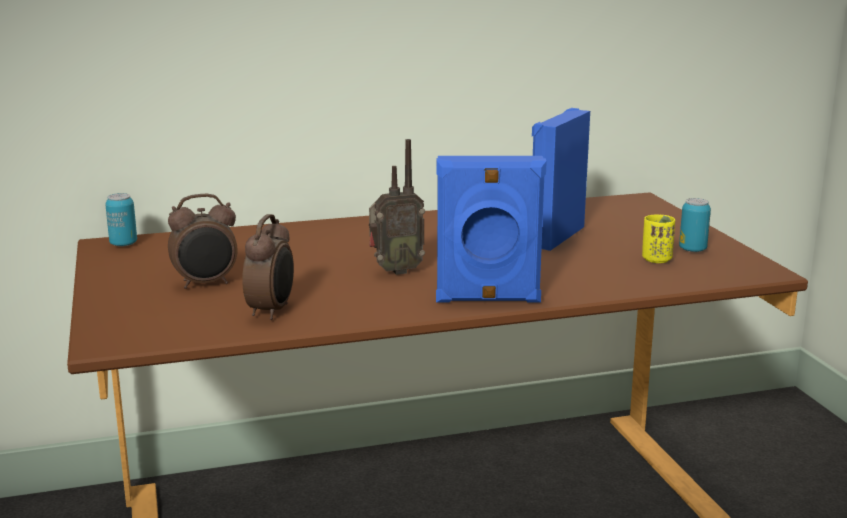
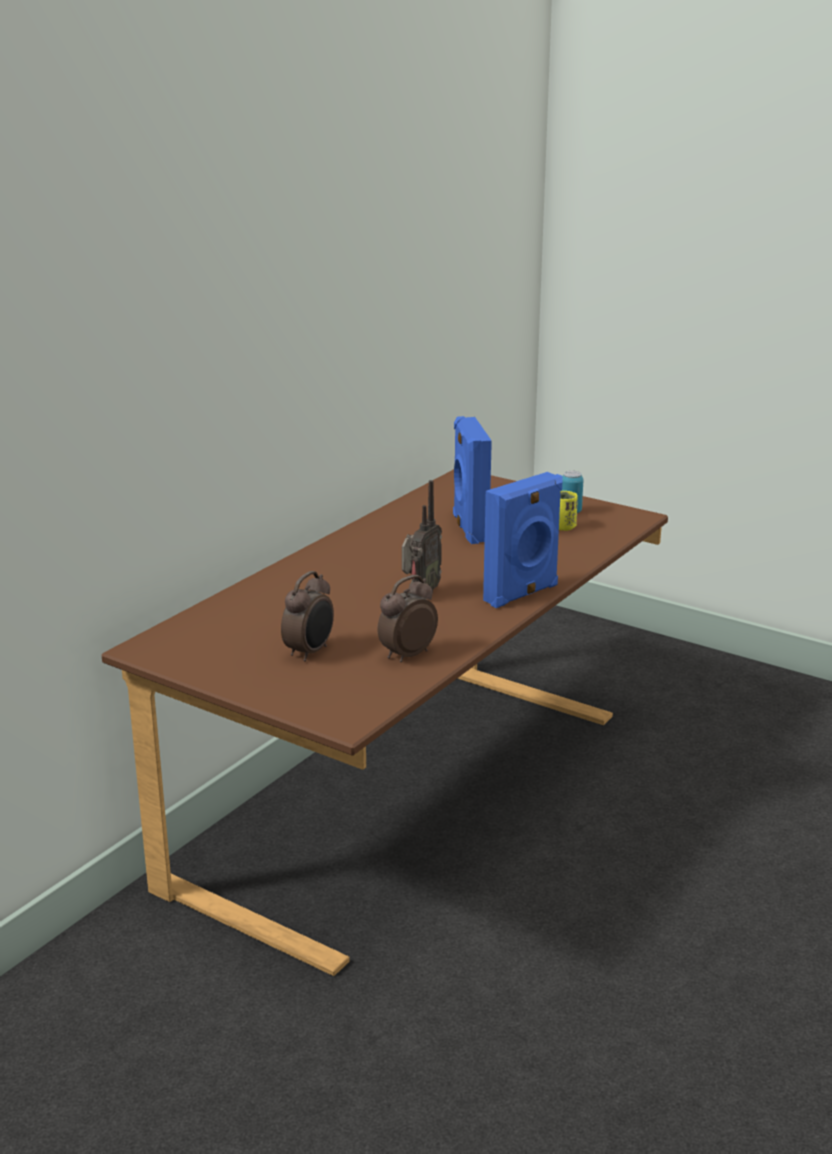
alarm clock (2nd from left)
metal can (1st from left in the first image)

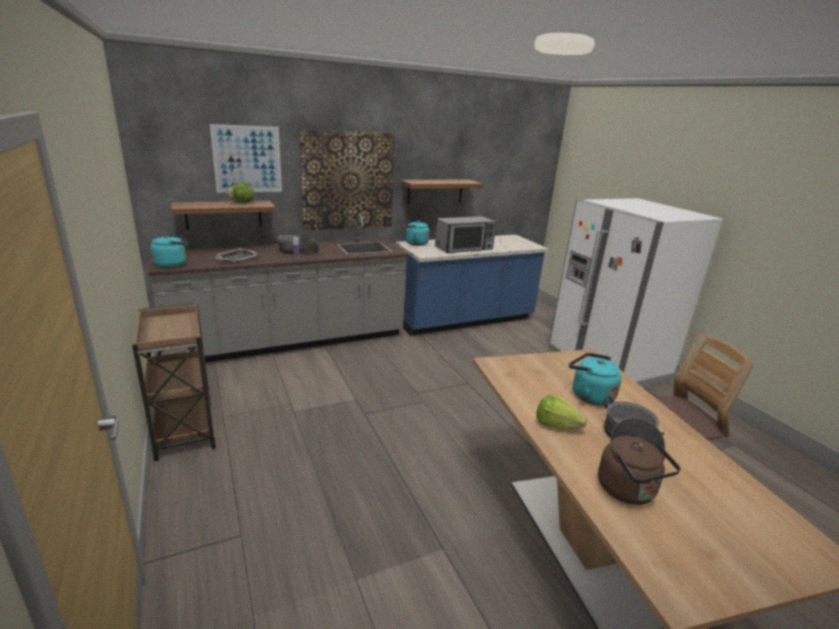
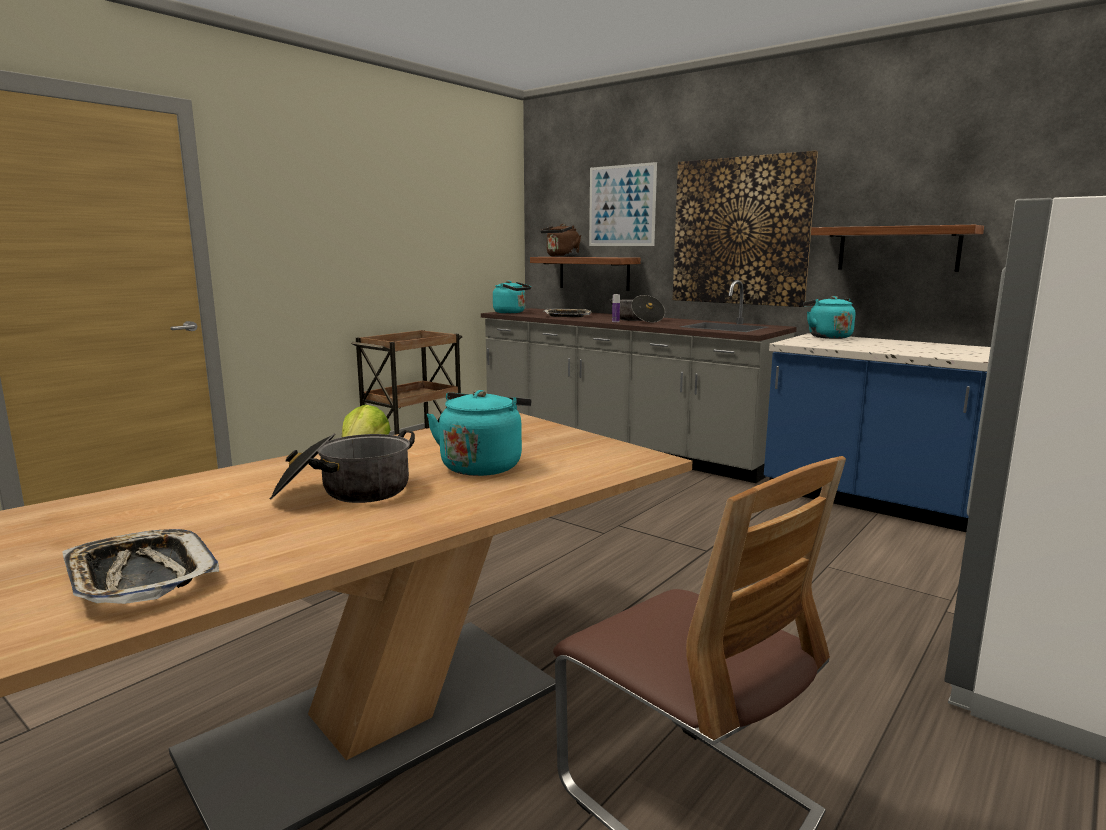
tray (1st from left)
water kettle in brown
lettuce (1st from left in the first image)
microwave oven

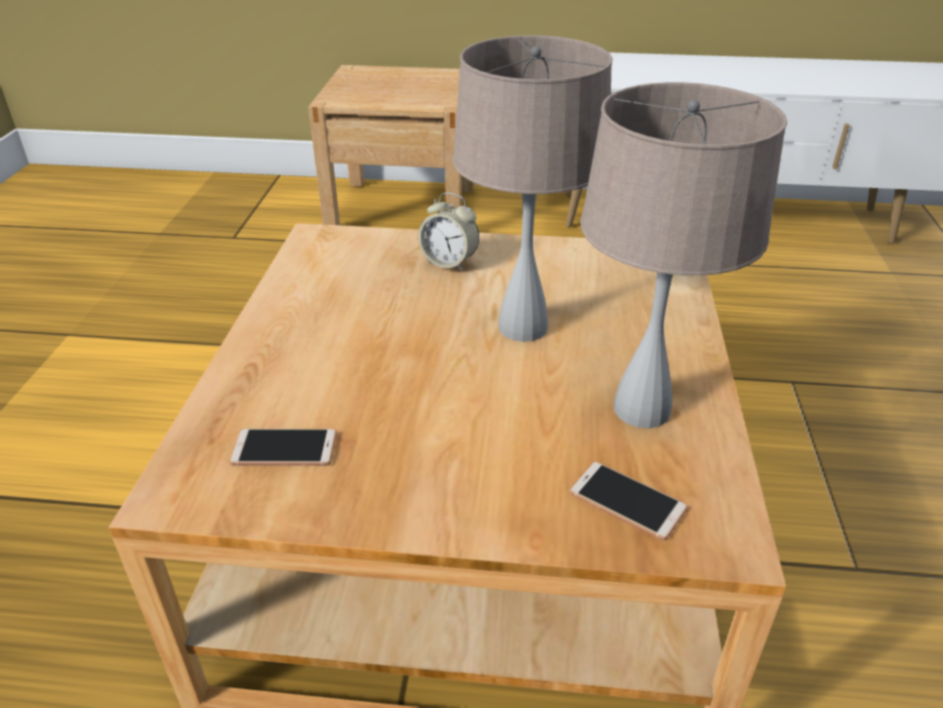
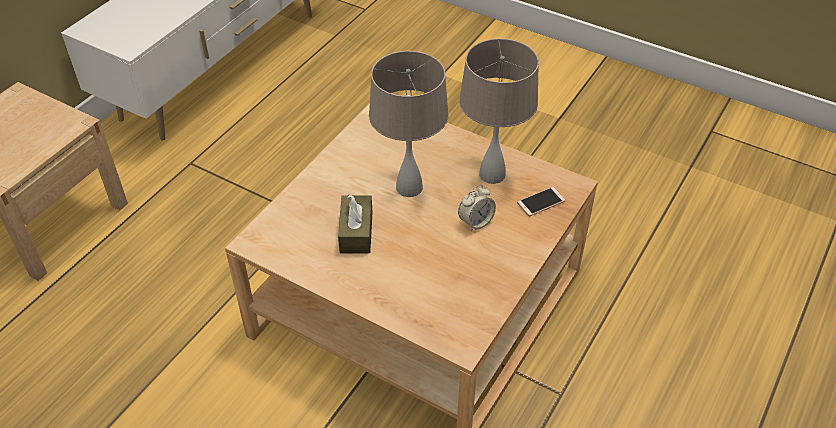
tissue holder in brown
alarm clock
phone (1st from left in the first image)

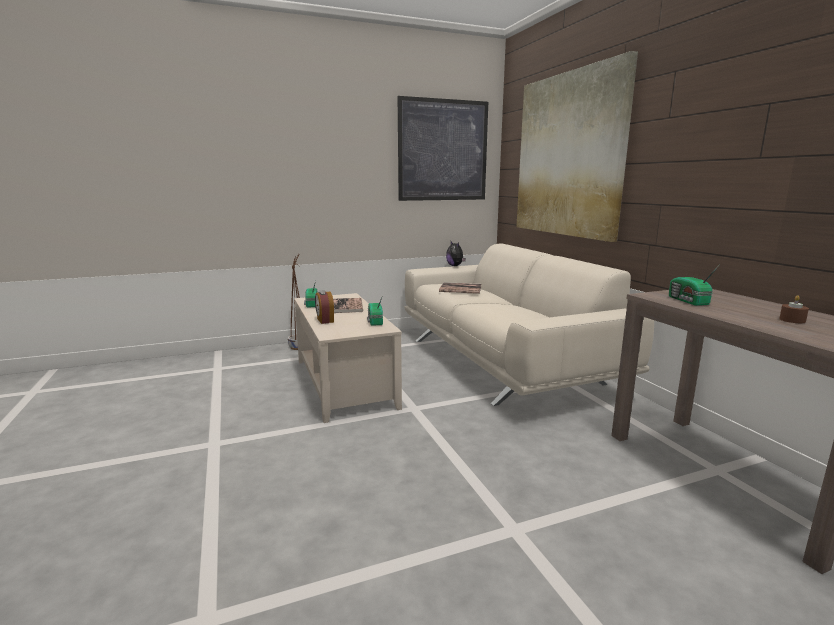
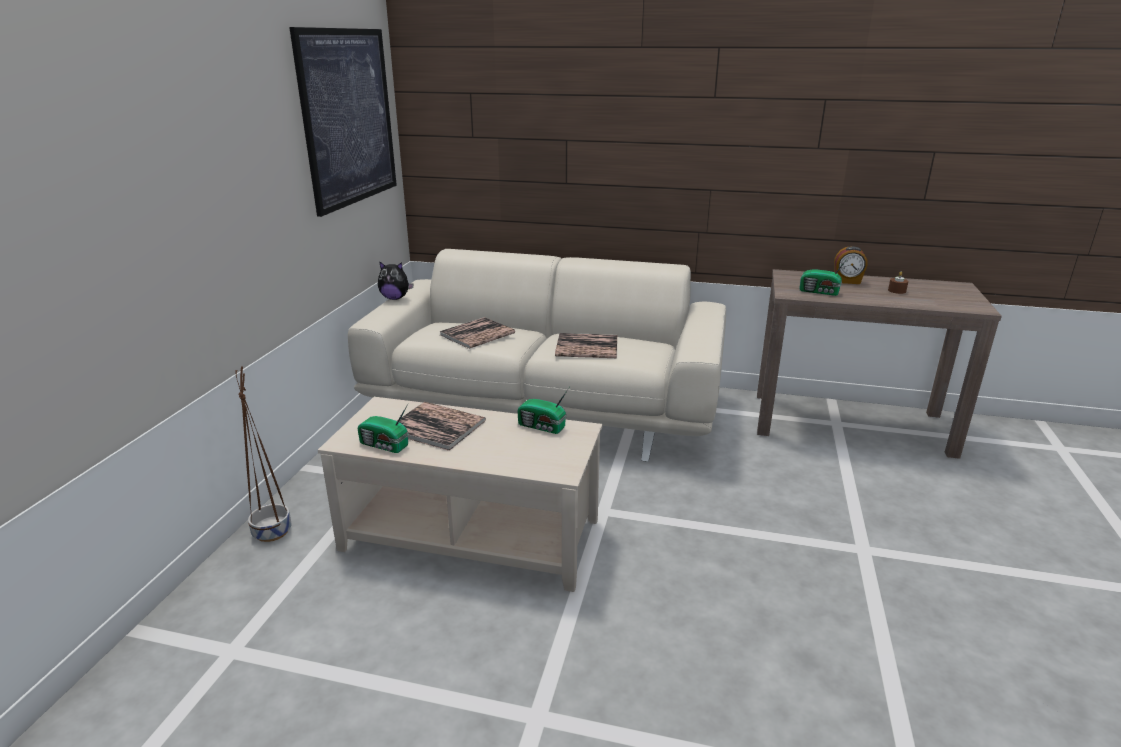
volume (3rd from left)
alarm clock
wall art (2nd from left in the first image)

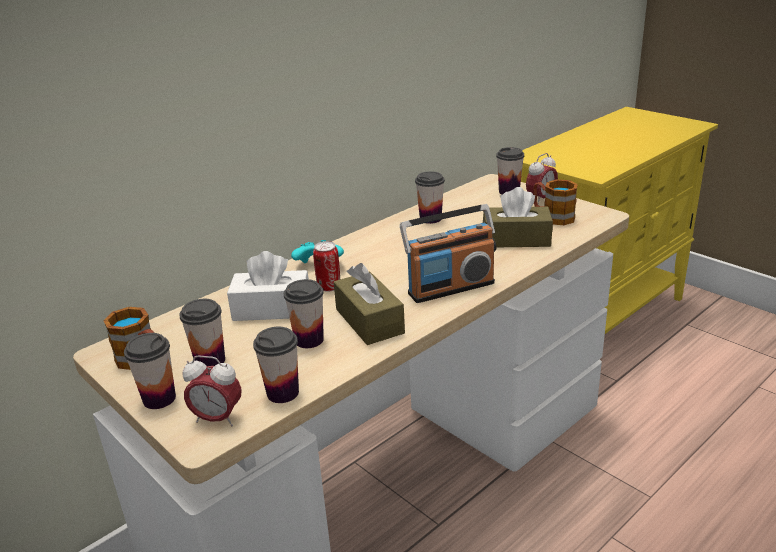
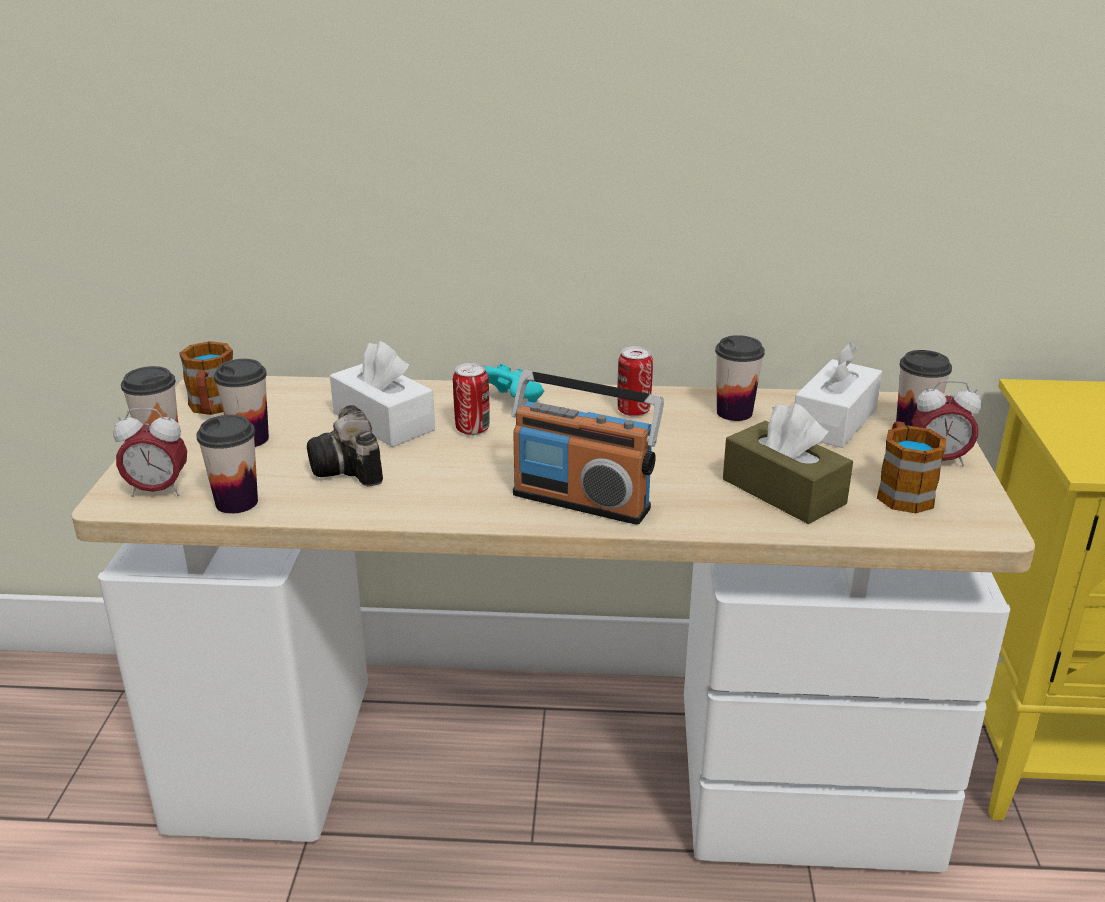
alarm clock (1st from left)
photo camera
metal can (2nd from left)
tissue holder in white-coloured (2nd from left)
tissue holder in brown (1st from left in the first image)

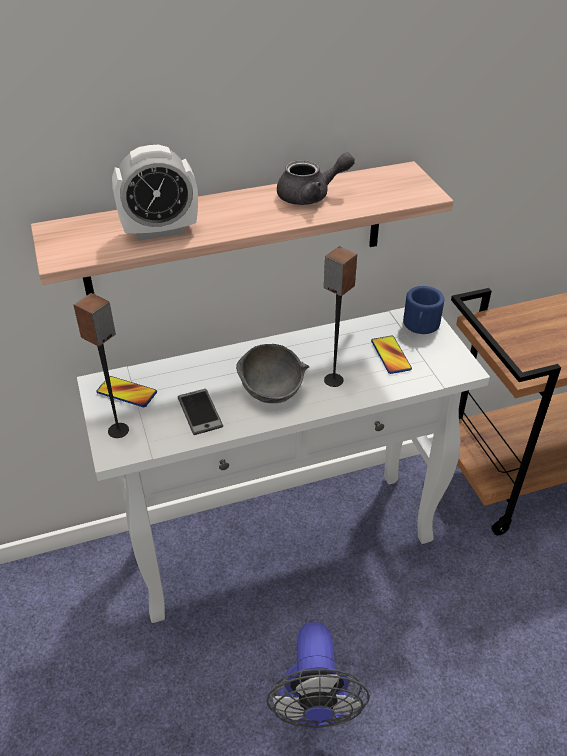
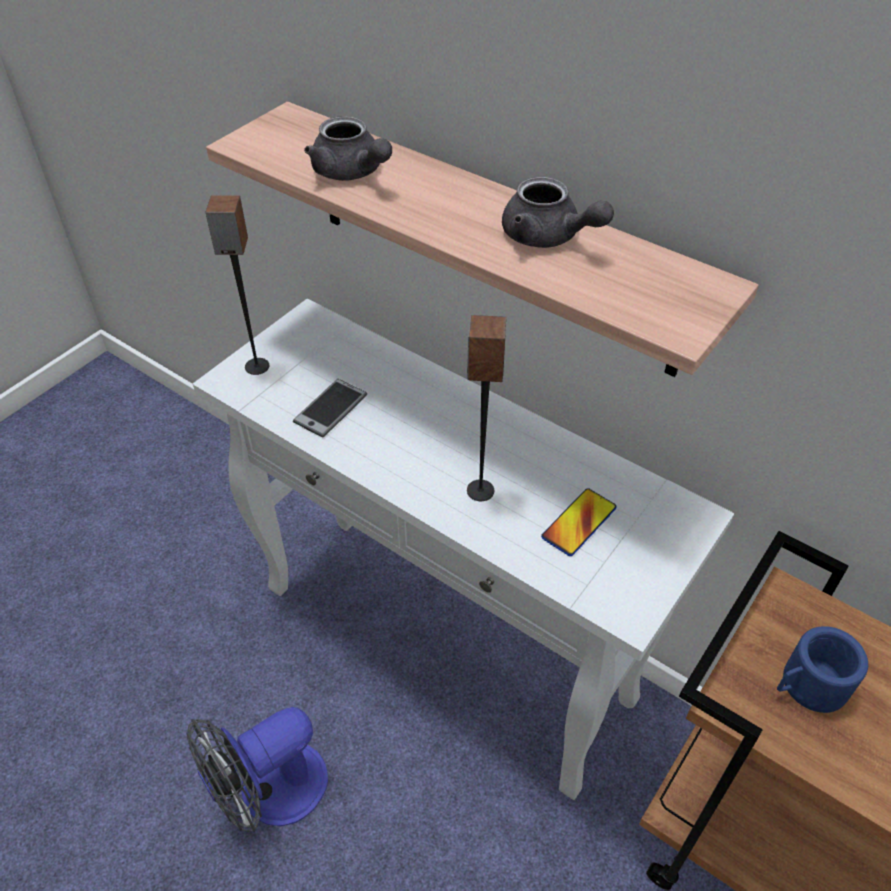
teapot in gray (1st from left)
coffee mug in blue
phone (1st from left in the first image)
serving bowl in gray

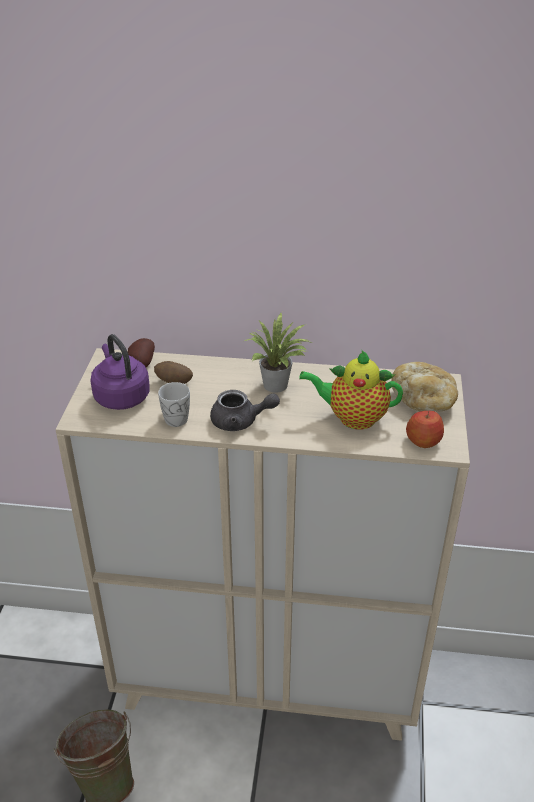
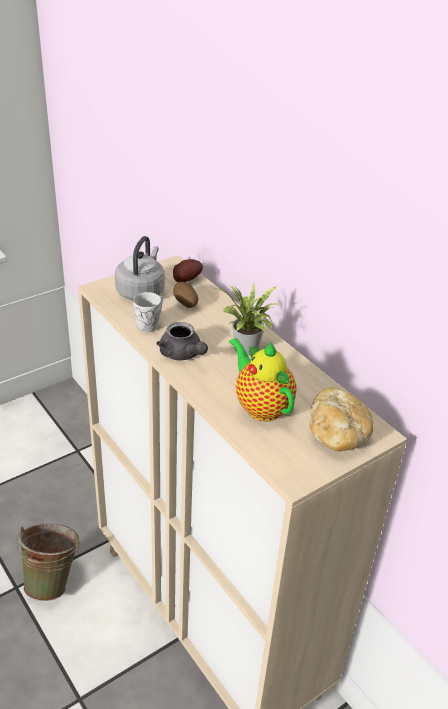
water kettle in gray
apple fruit

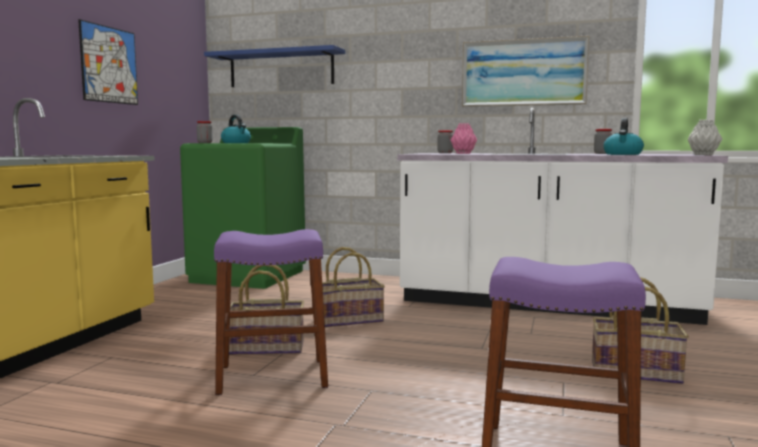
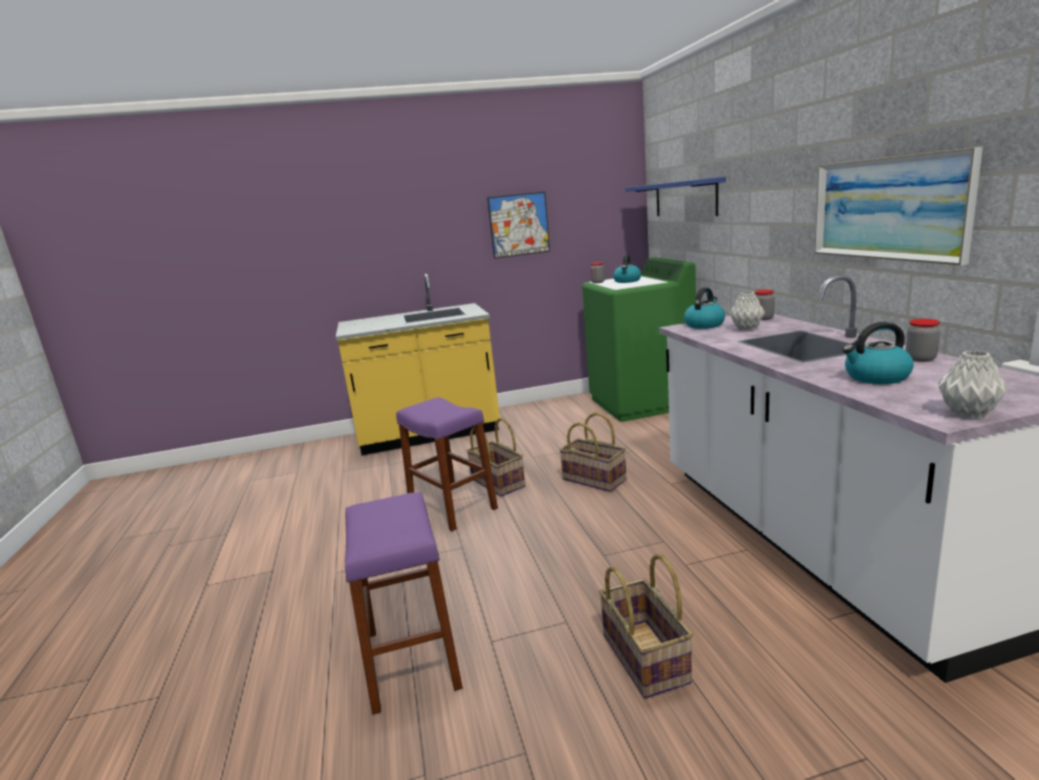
water kettle (2nd from left)
decorative vase in gray (1st from left)

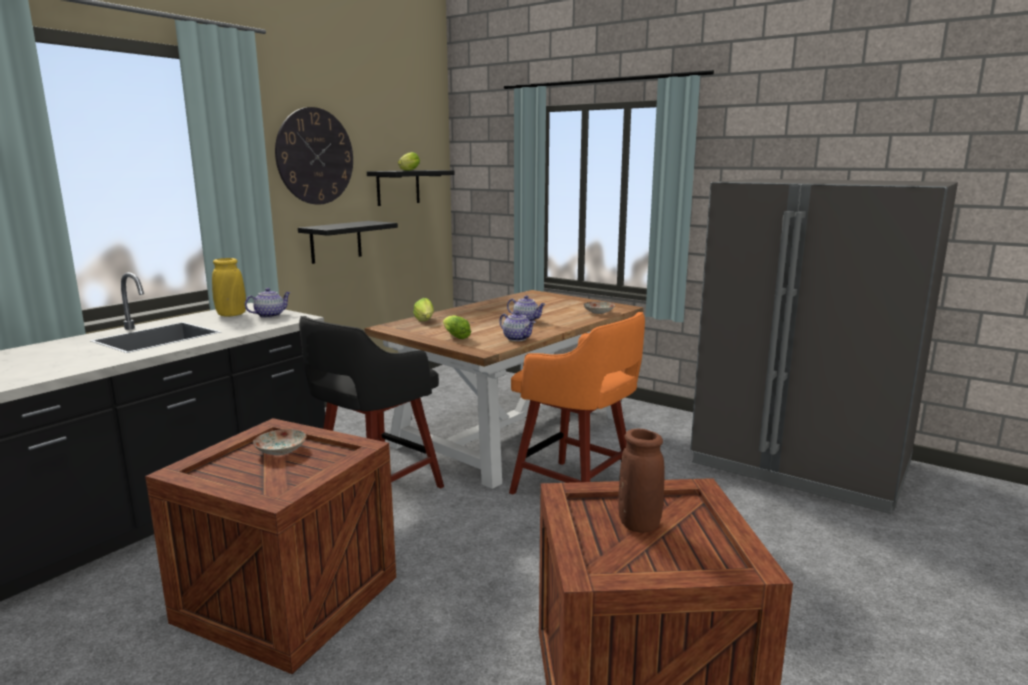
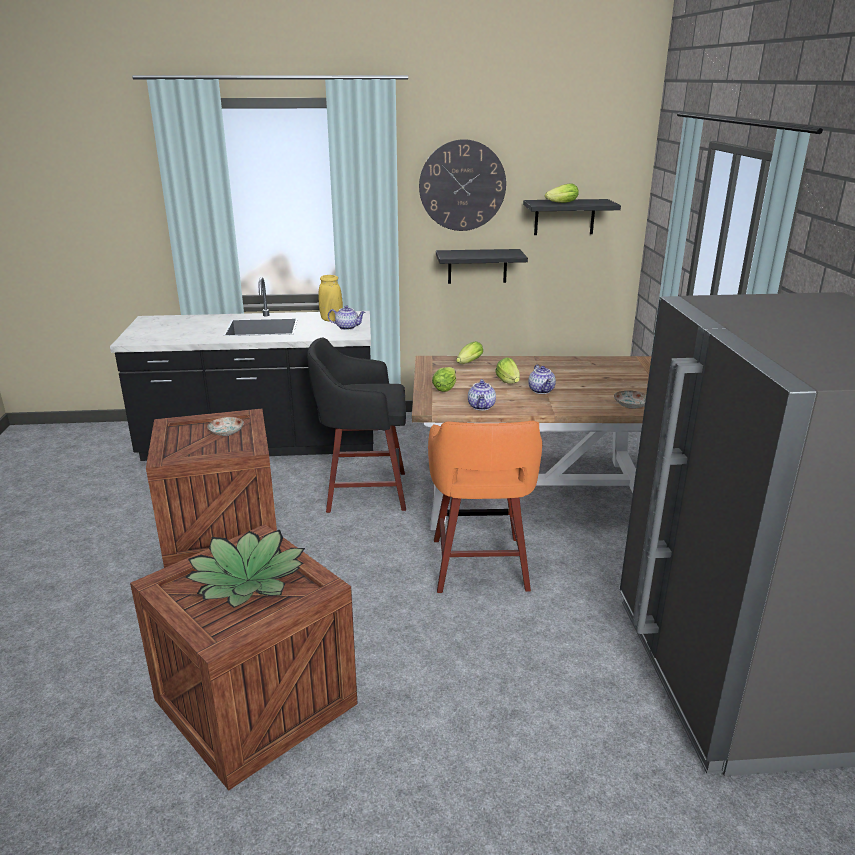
houseplant
lettuce (3rd from left)

